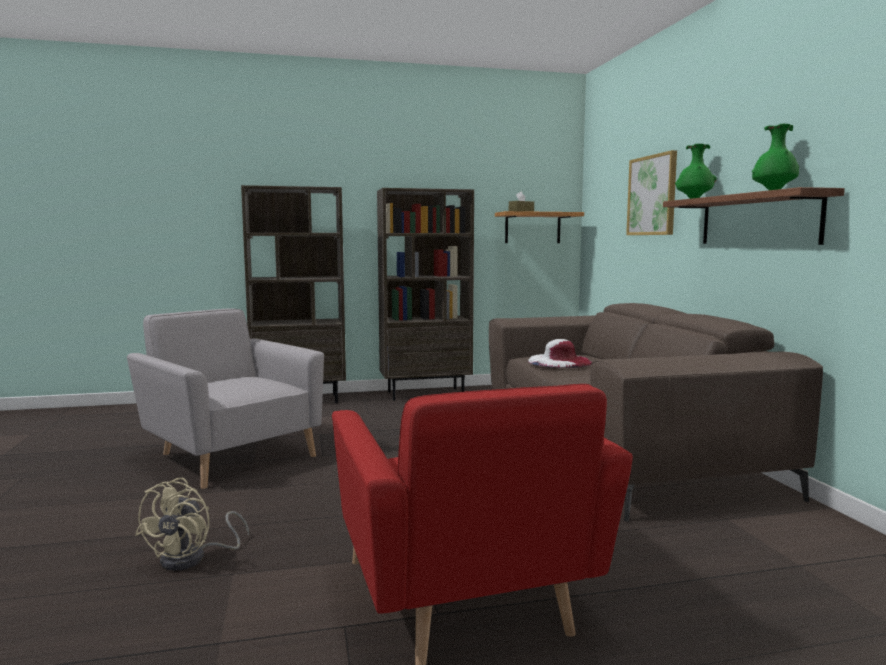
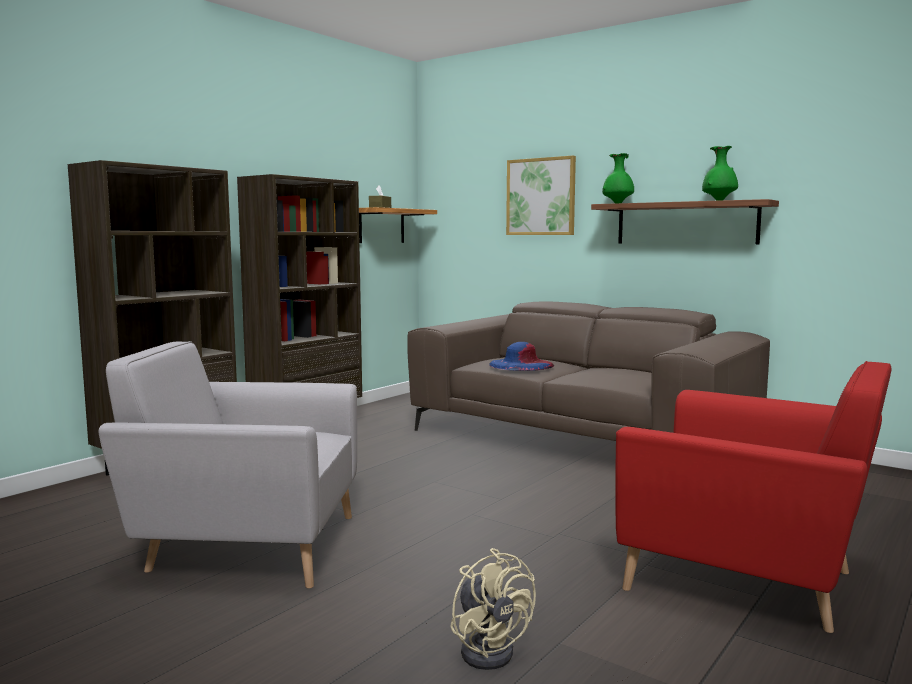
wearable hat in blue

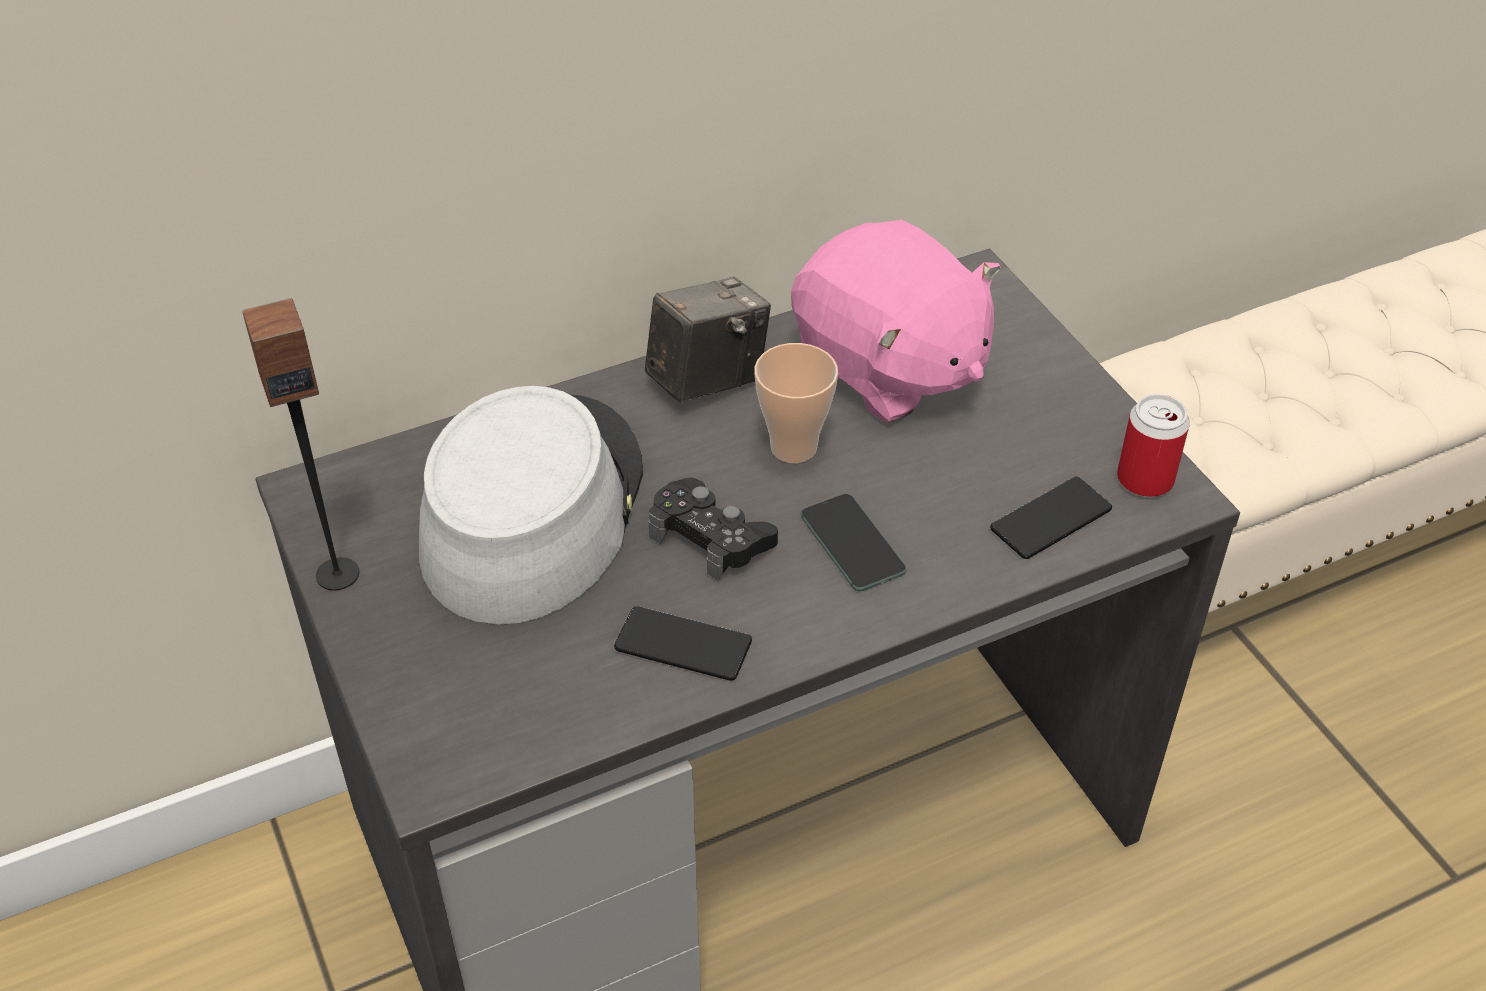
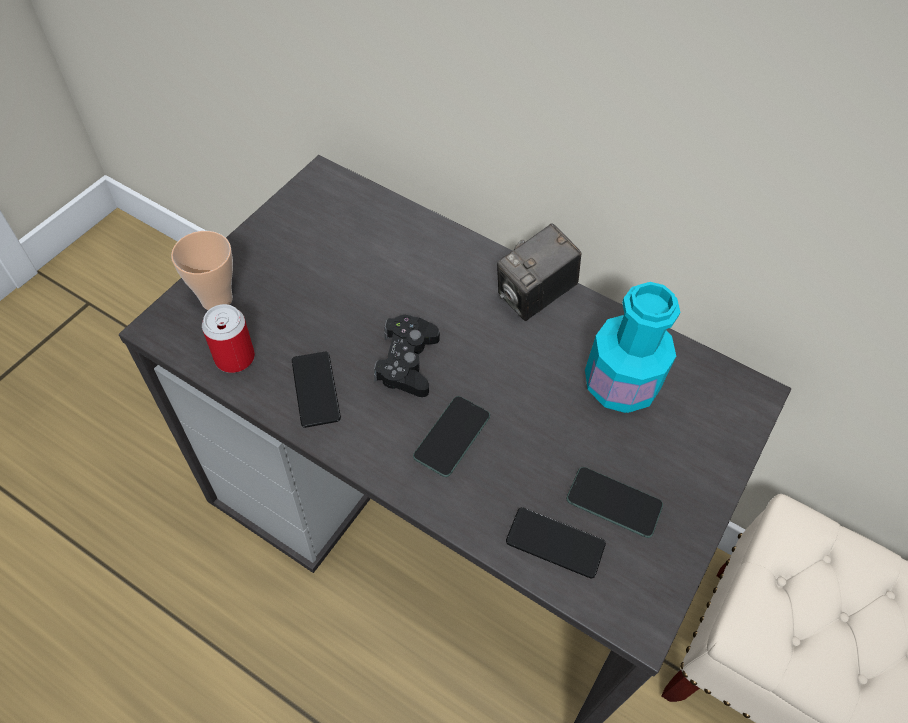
small cup
metal can
photo camera
phone (4th from left)
drink bottle in blue-green
speaker
wearable hat in gray

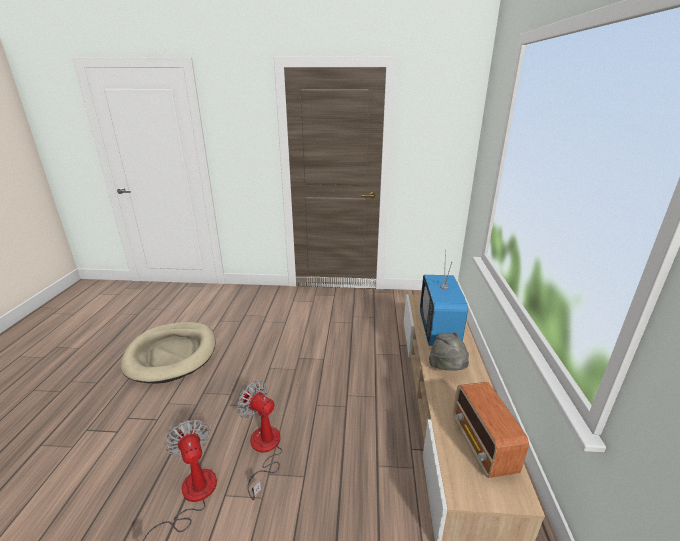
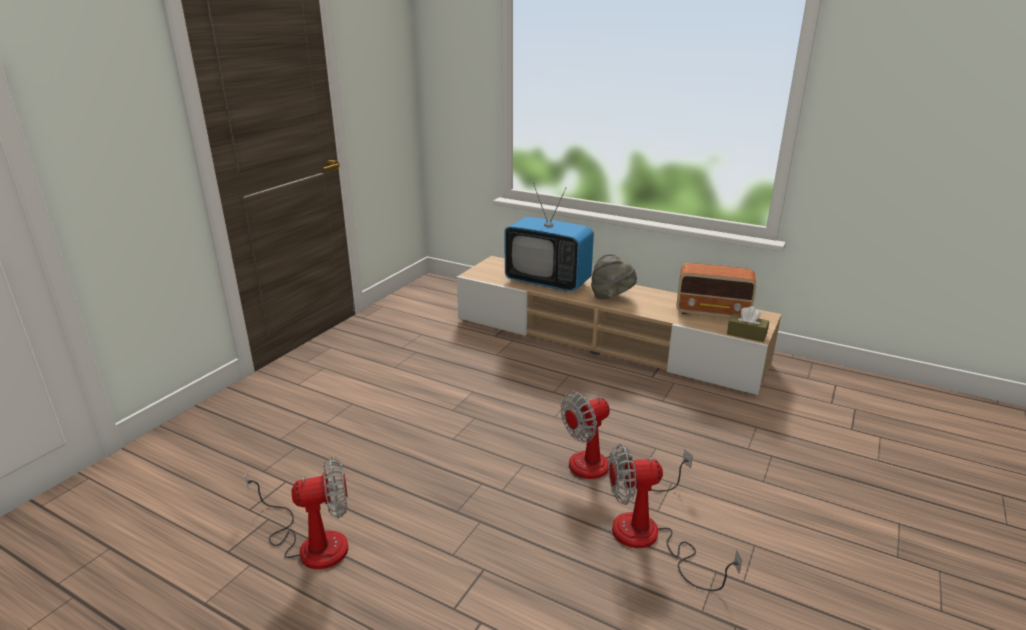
electric fan (1st from left)
tissue holder in brown

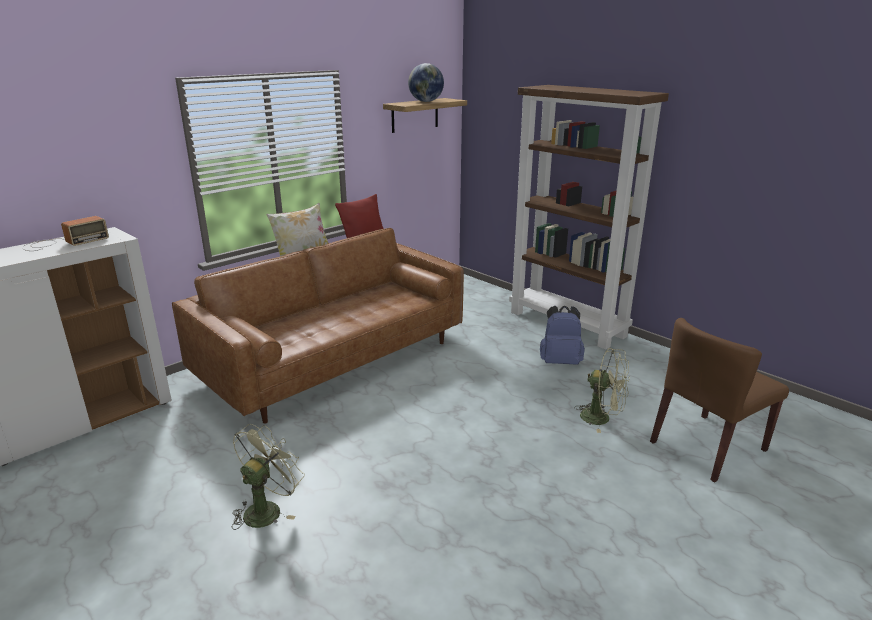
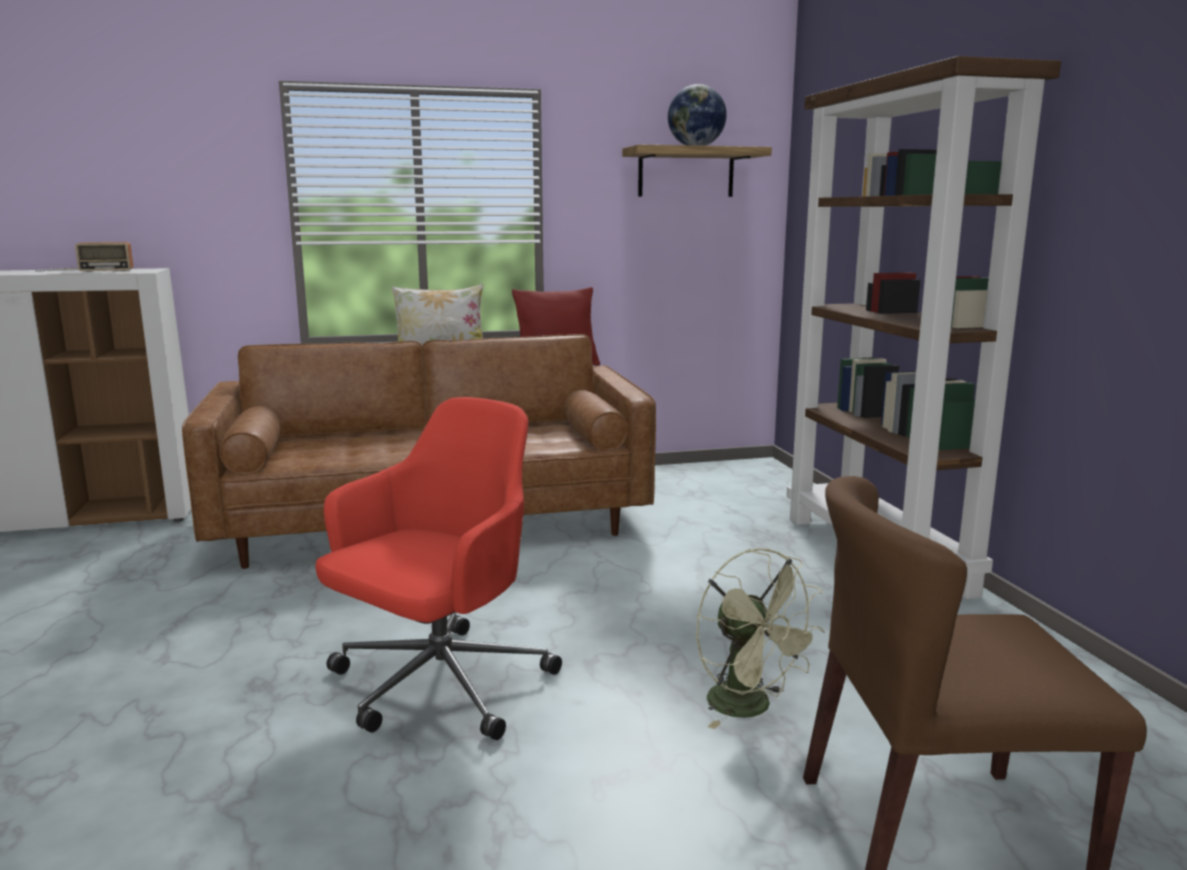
desk chair in red
electric fan in green-coloured (1st from left in the first image)
rucksack in blue

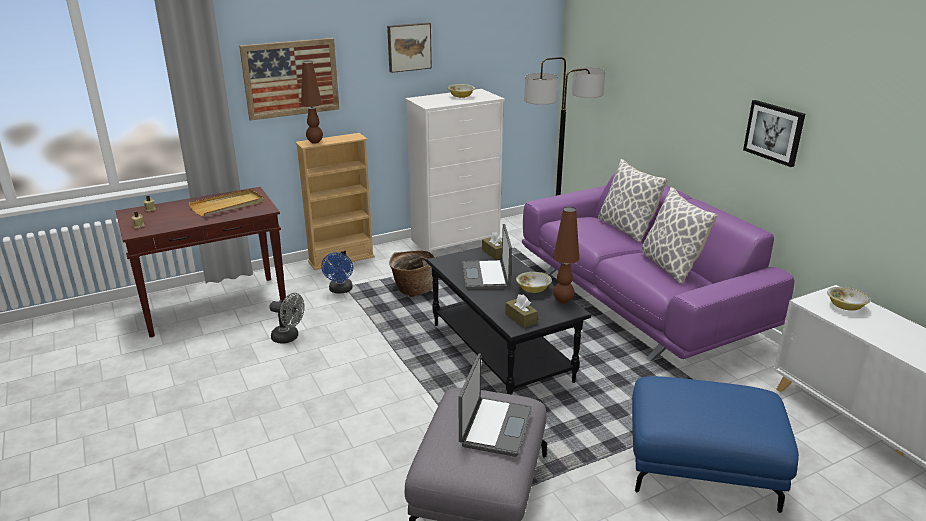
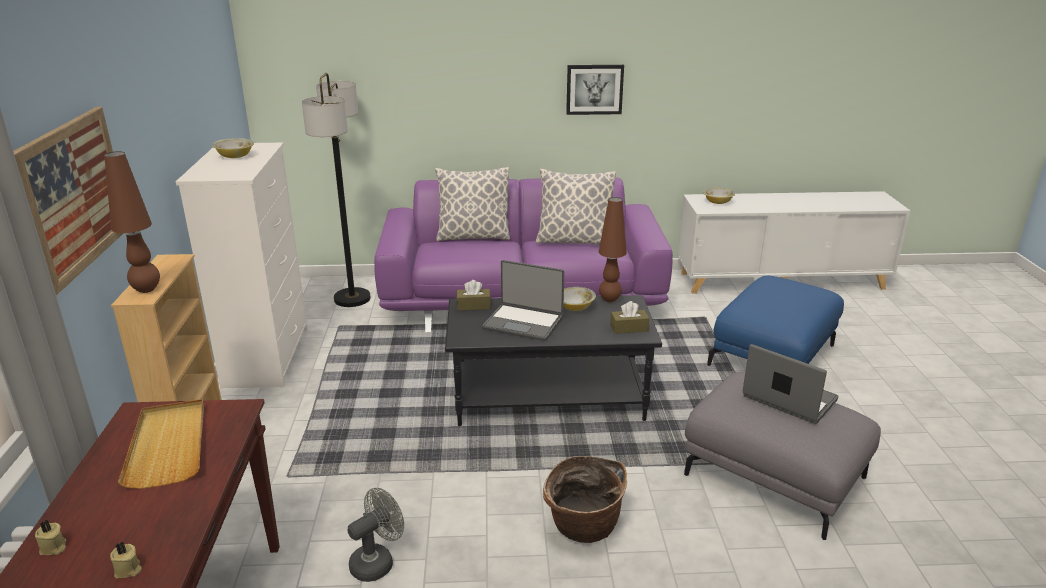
basket
electric fan in blue
wall art (2nd from left in the first image)

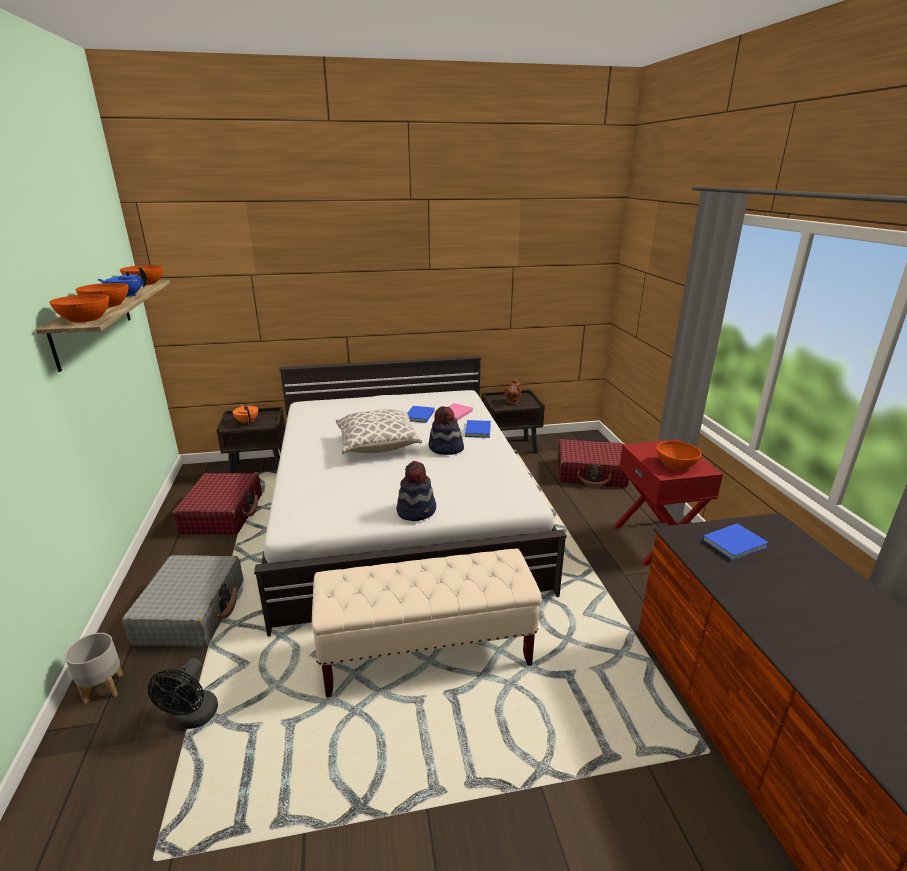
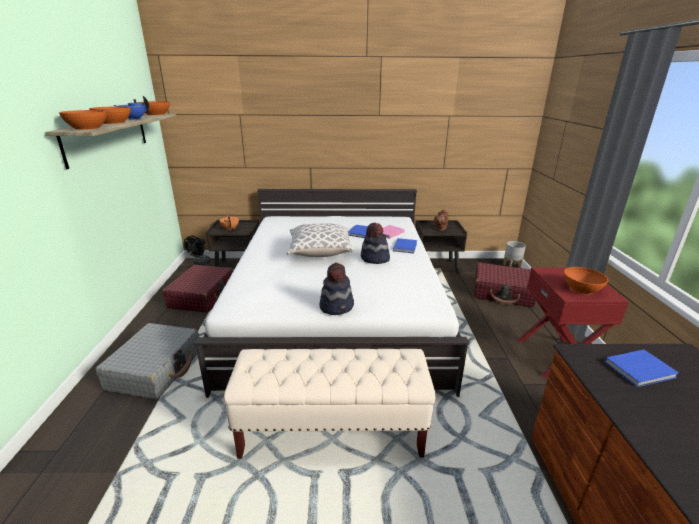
electric fan in black-coloured
plant pot in gray

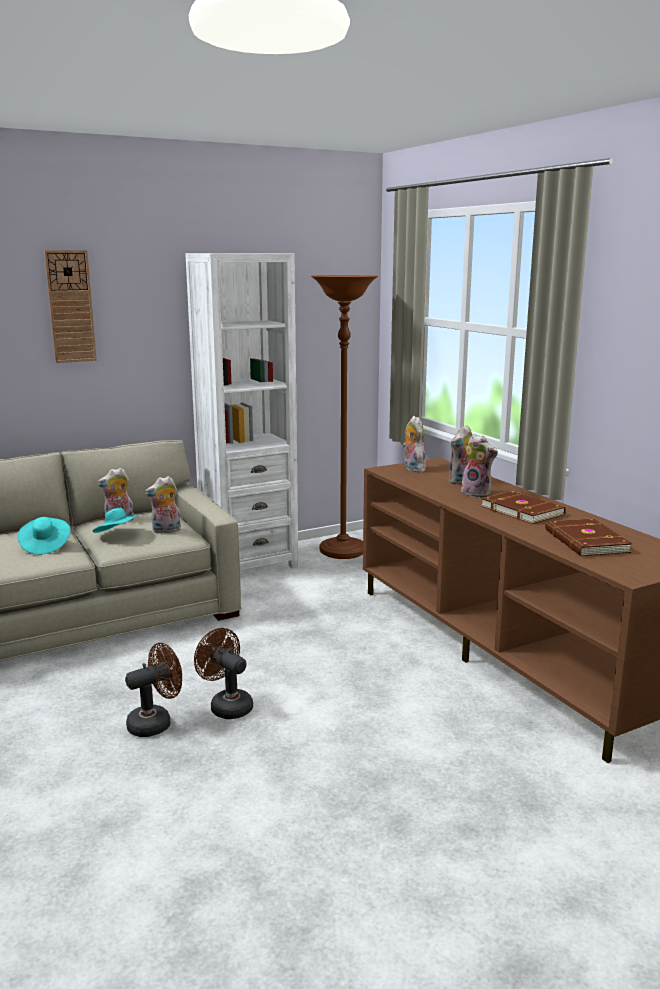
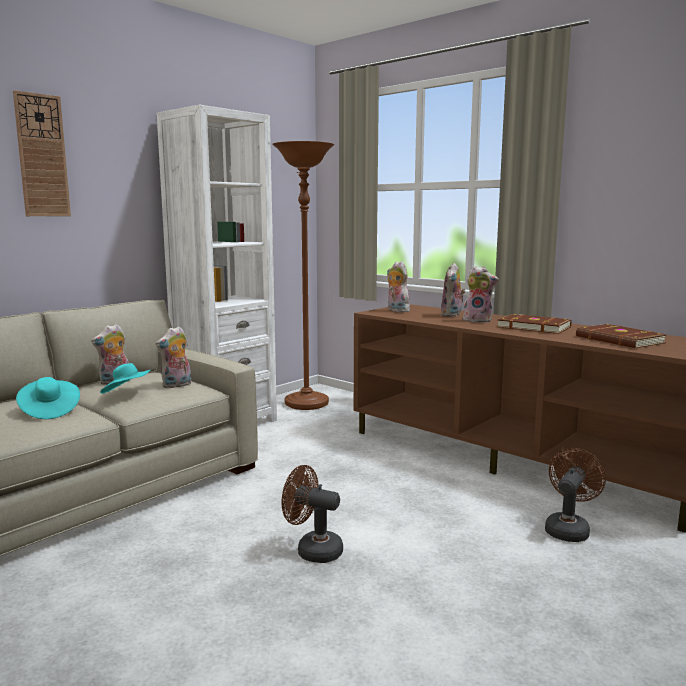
electric fan in brown (2nd from left)

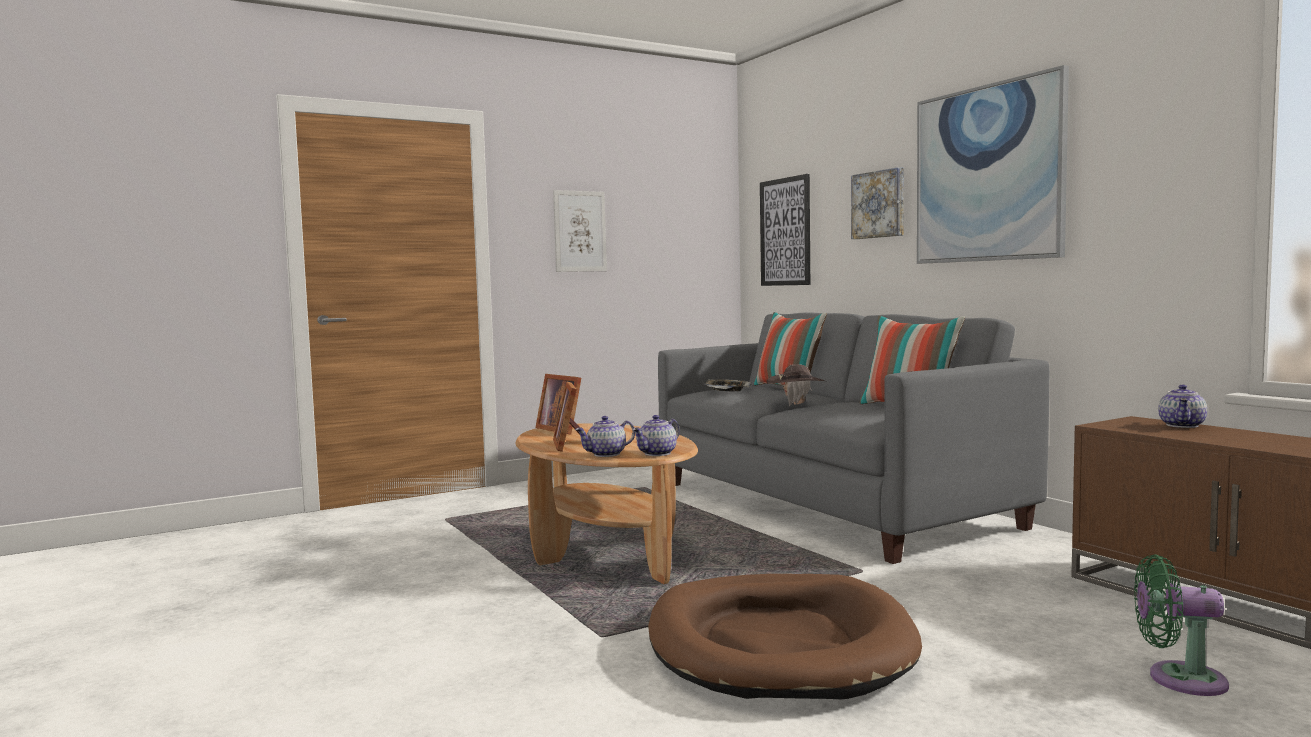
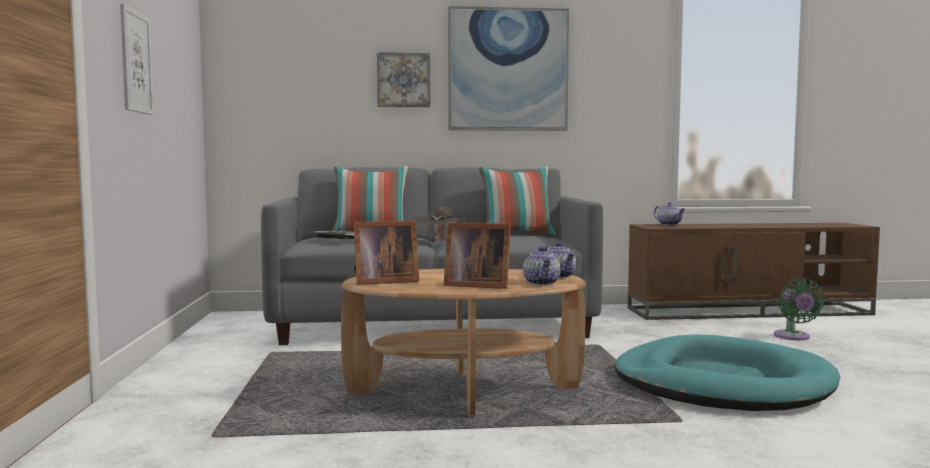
dog cushion in blue-green
electric fan in green-coloured
wall art (2nd from left in the first image)

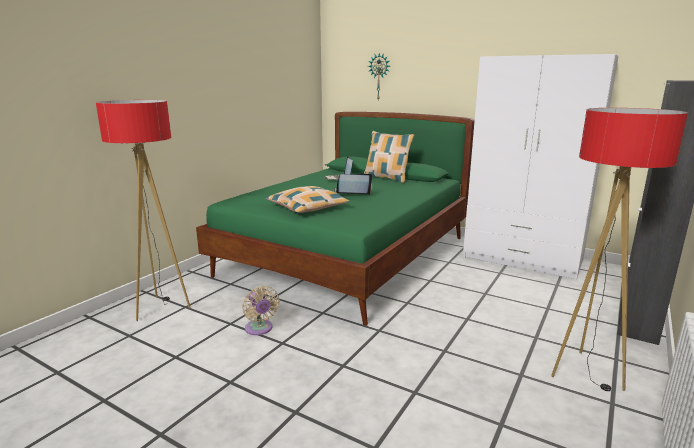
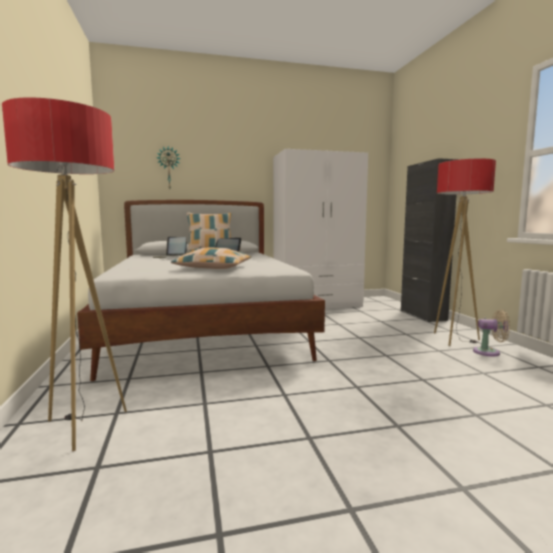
bedroom bed in white-coloured
electric fan in sand-coloured

